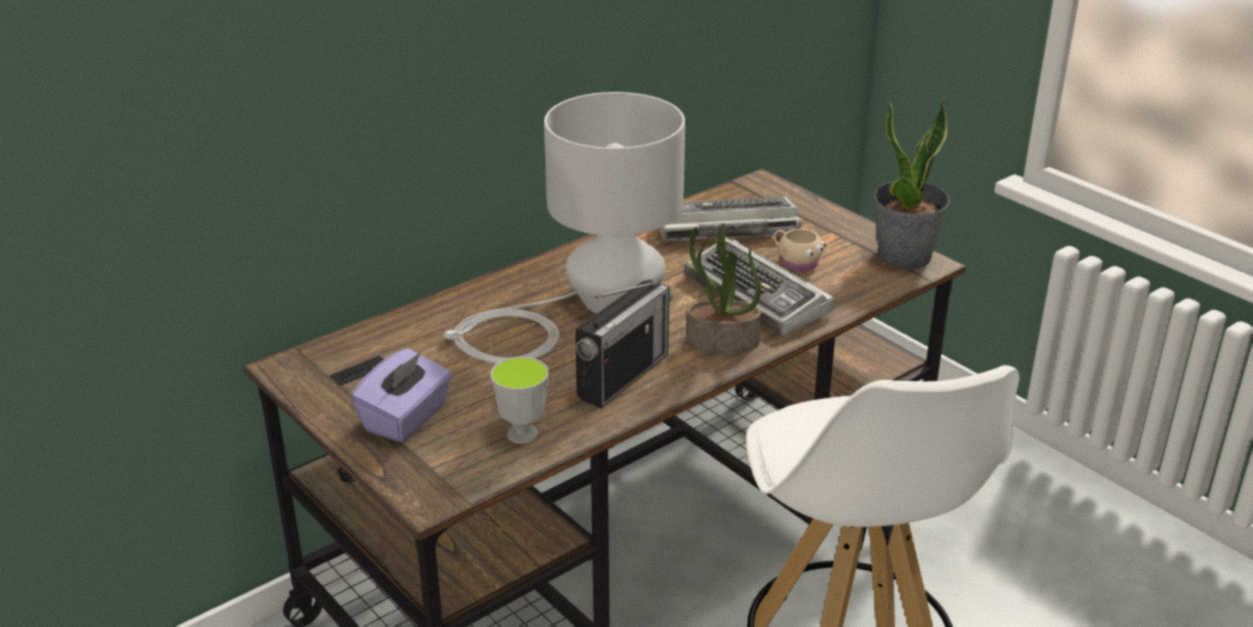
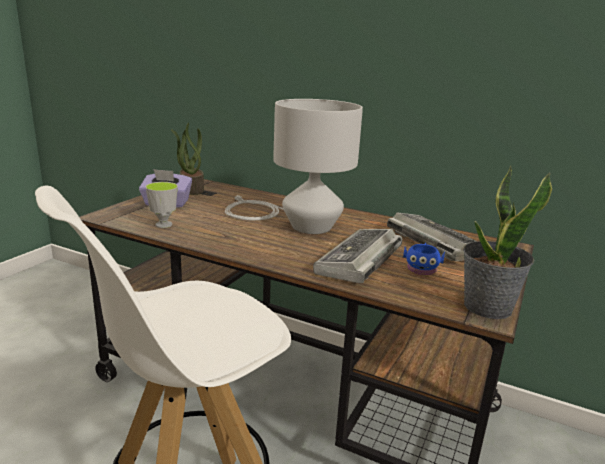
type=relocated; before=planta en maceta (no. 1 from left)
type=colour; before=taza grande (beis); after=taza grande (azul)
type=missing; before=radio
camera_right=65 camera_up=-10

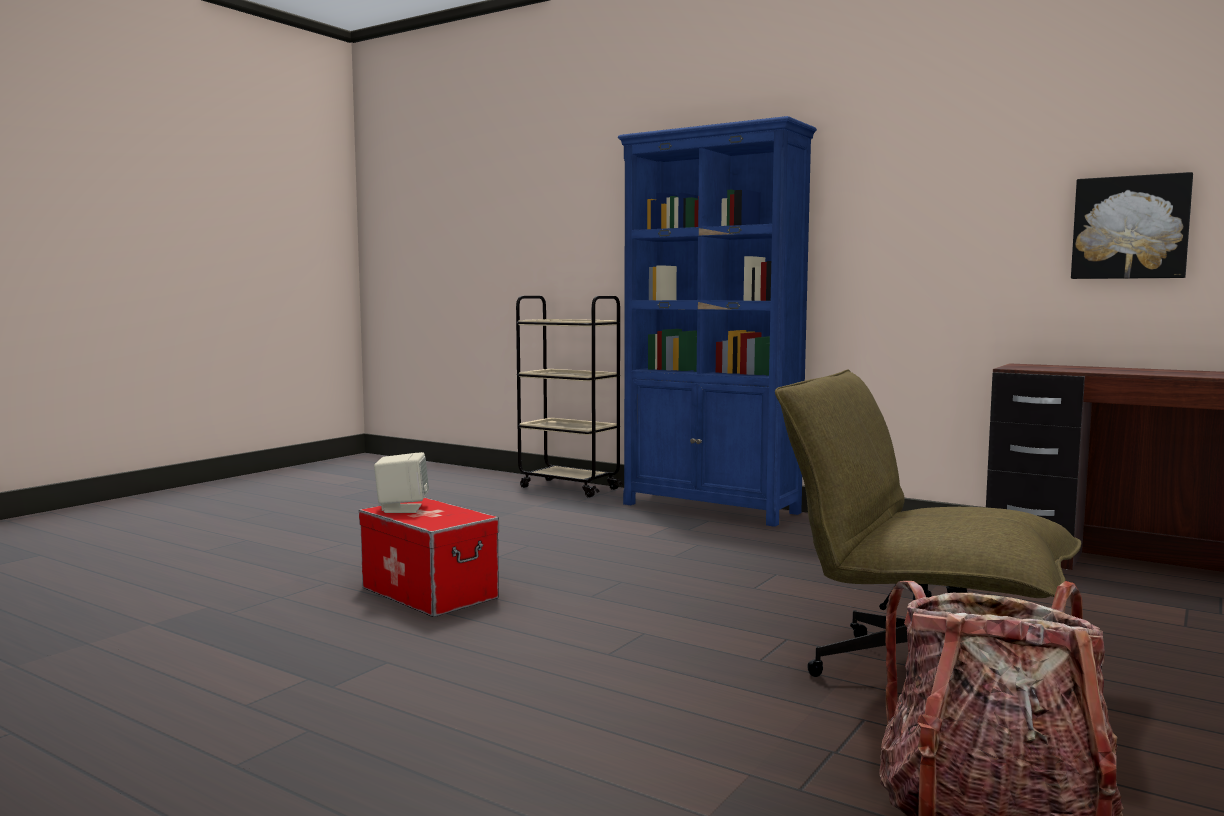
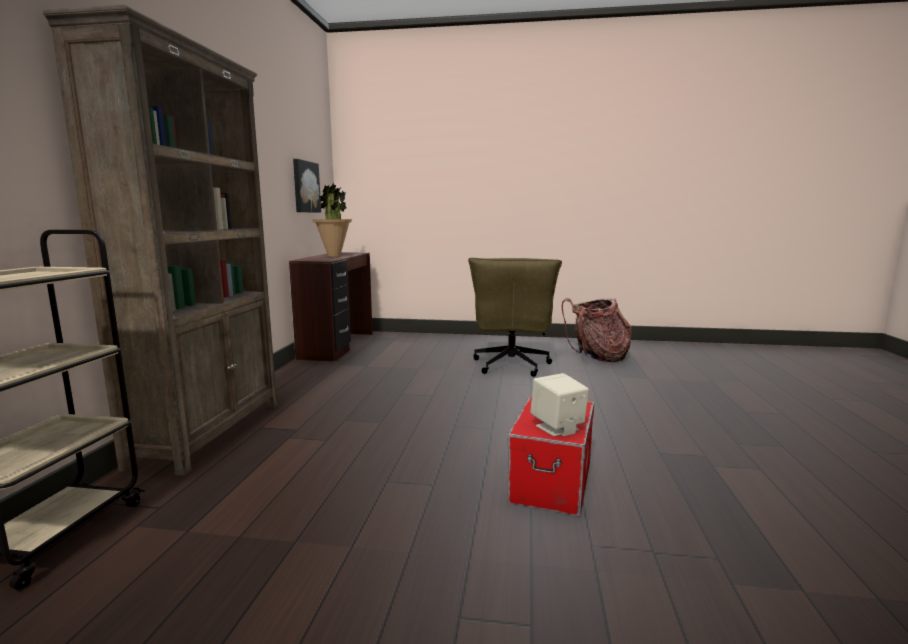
type=colour; before=estantería (azul); after=estantería (marrón)
type=appeared; after=planta en maceta
camera_right=-115 camera_up=5

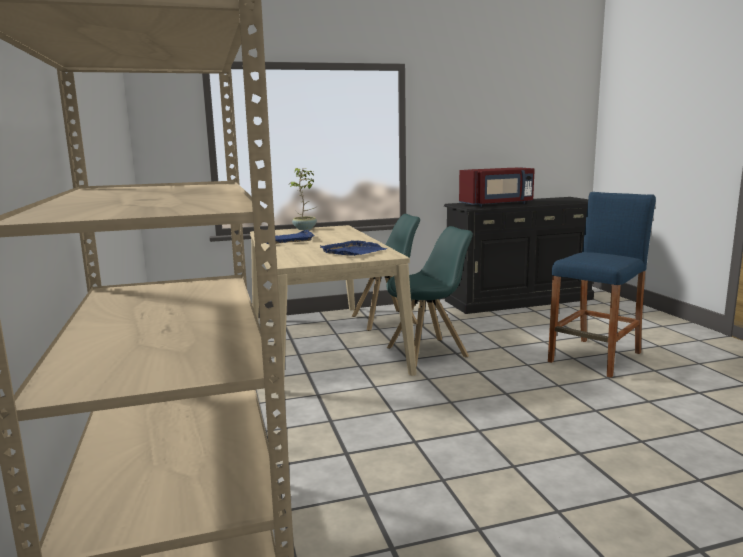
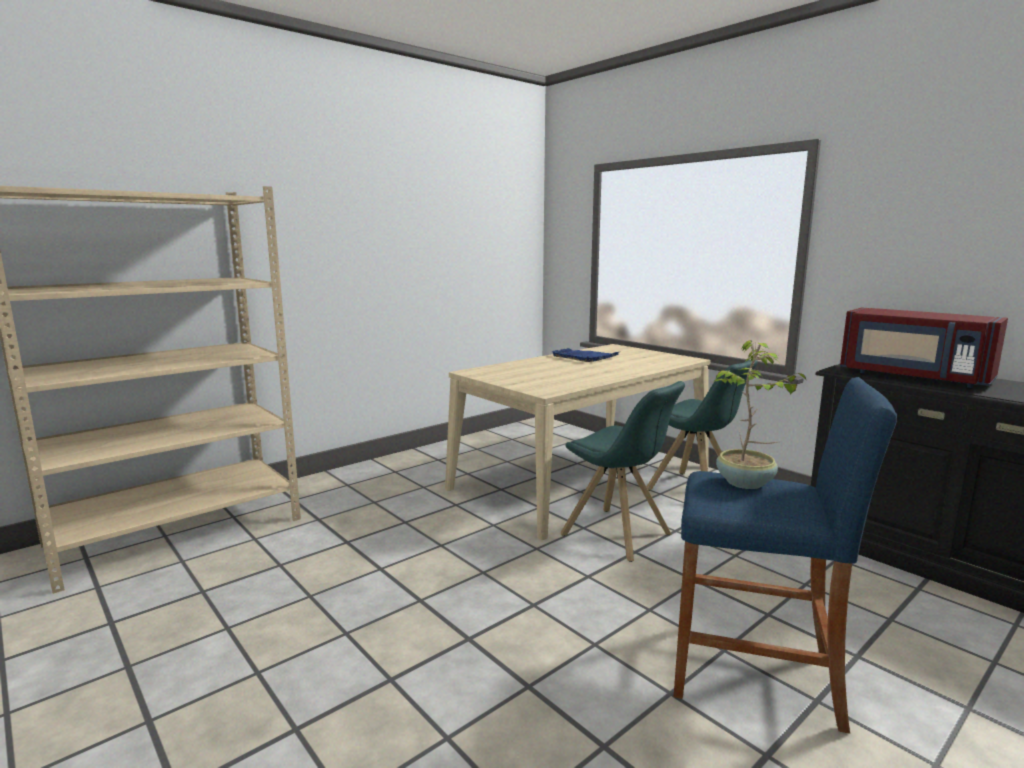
type=relocated; before=planta en maceta
type=missing; before=bandeja (azul) (no. 2 from left)
camera_right=65 camera_up=0

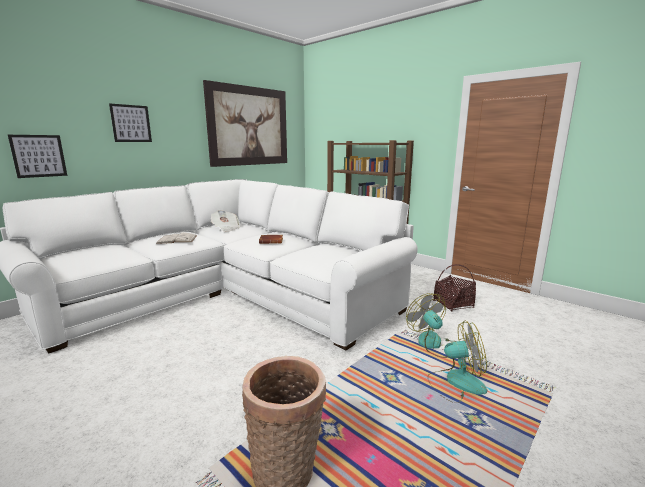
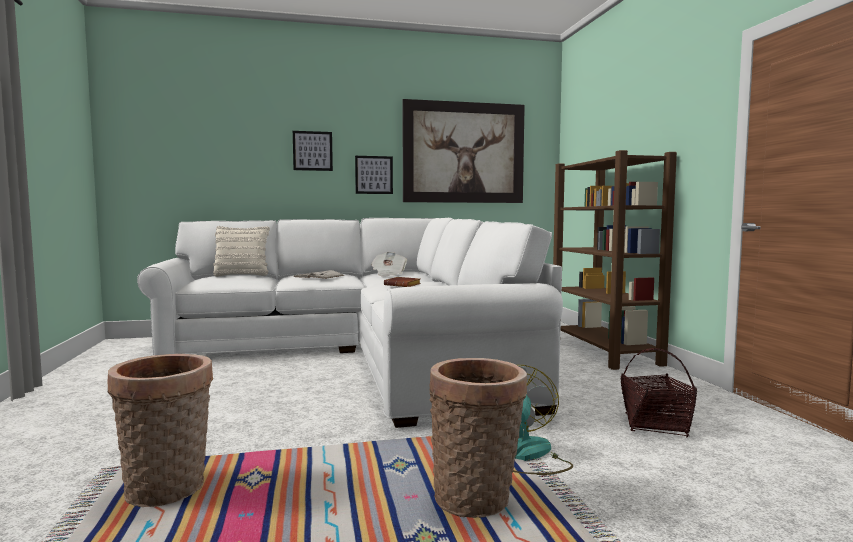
type=appeared; after=cojín (beis)
type=relocated; before=cuadro (no. 1 from left in the first image); after=cuadro (no. 2 from left)
type=exchanged; before=ventilador (no. 2 from left); after=cesta (no. 2 from left)
camera_right=35 camera_up=-10

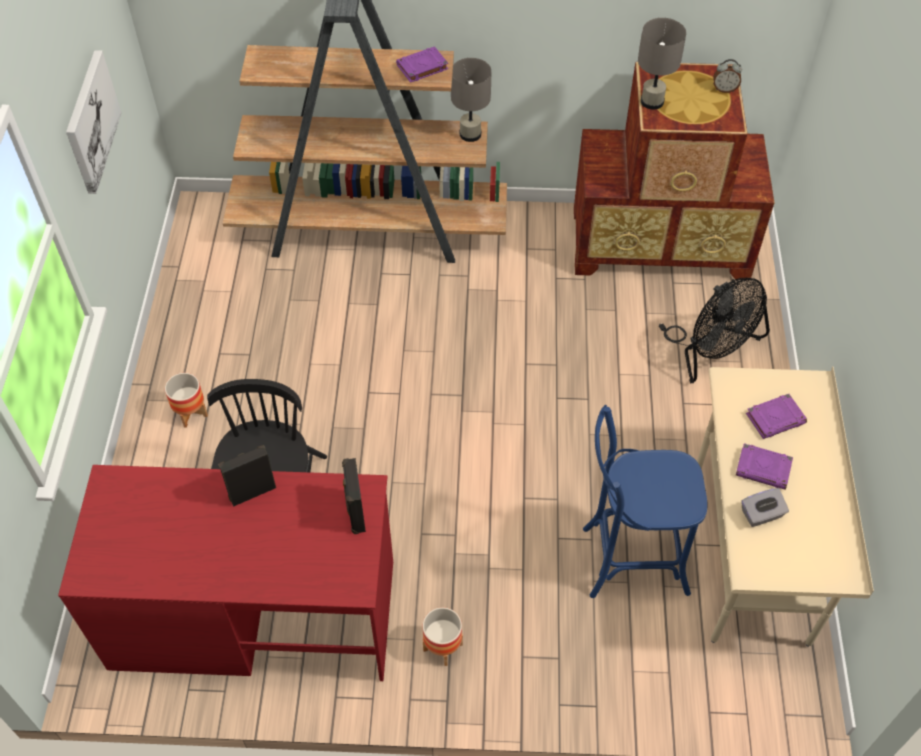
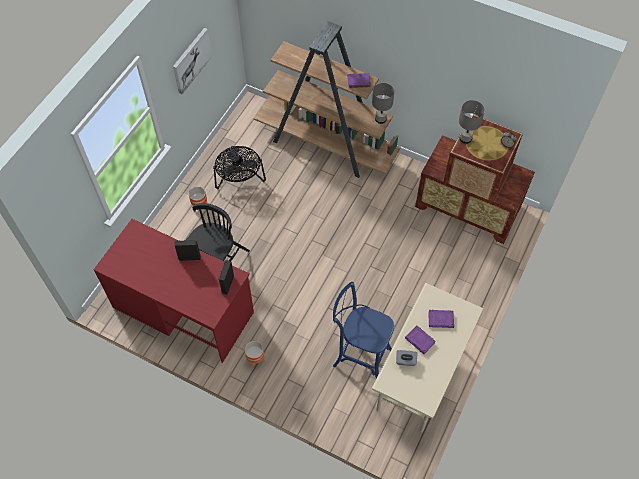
type=relocated; before=ventilador (negro)
camera_right=25 camera_up=5

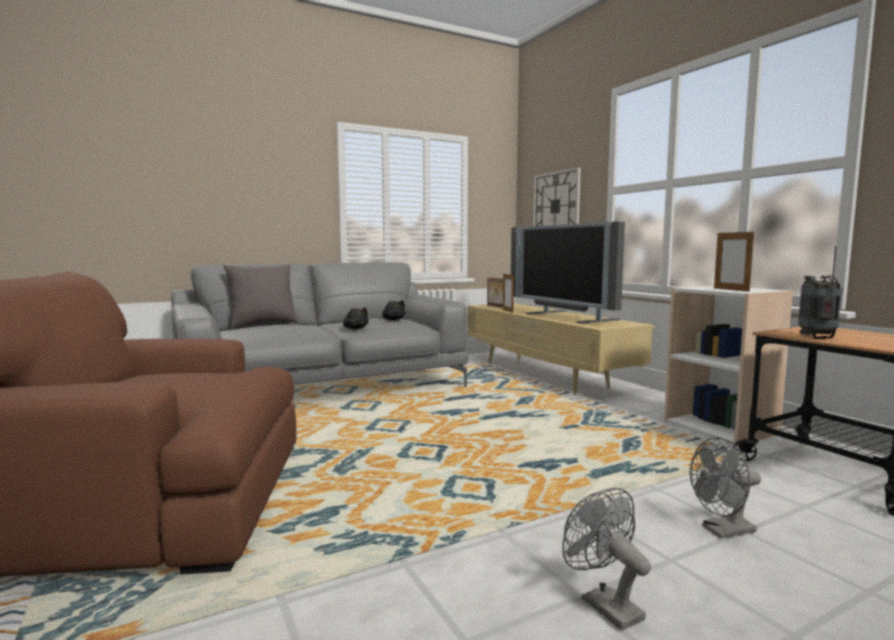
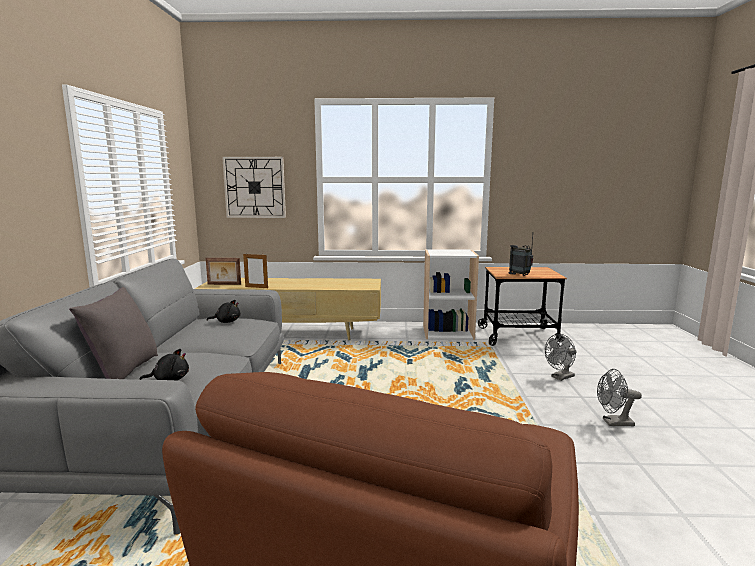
type=relocated; before=peluche (negro) (no. 1 from left)
type=spun; before=ventilador (gris) (no. 2 from left in the first image); turn=45
type=missing; before=televisor
type=missing; before=portarretratos (no. 3 from left)
camera_right=-60 camera_up=5

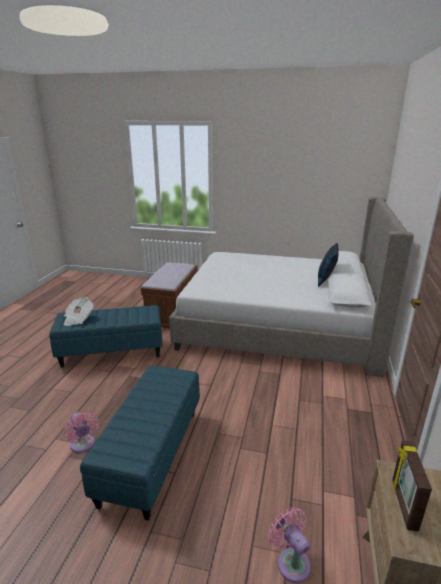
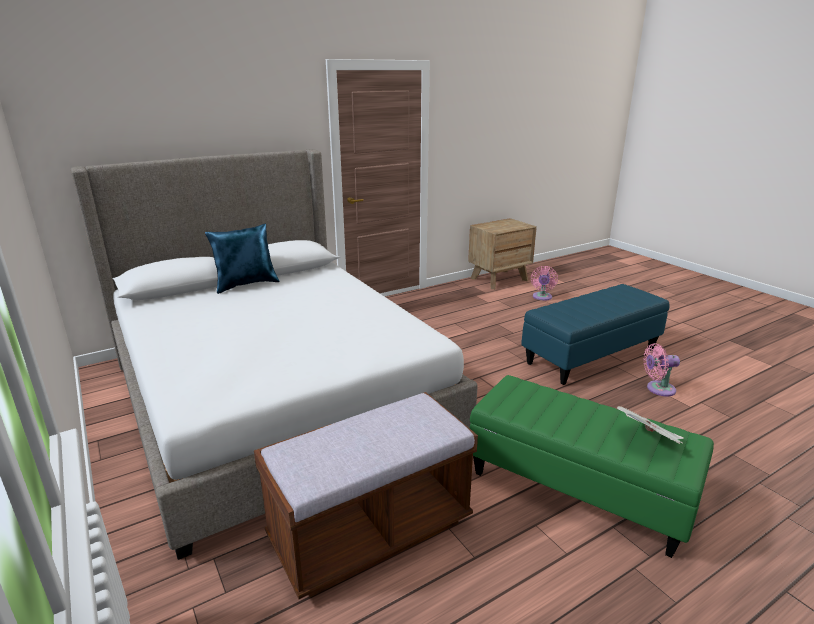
type=colour; before=puf (azul) (no. 1 from left); after=puf (verde)
type=spun; before=ventilador (rosa) (no. 1 from left in the first image); turn=-105
type=missing; before=portarretratos
camera_right=-135 camera_up=0

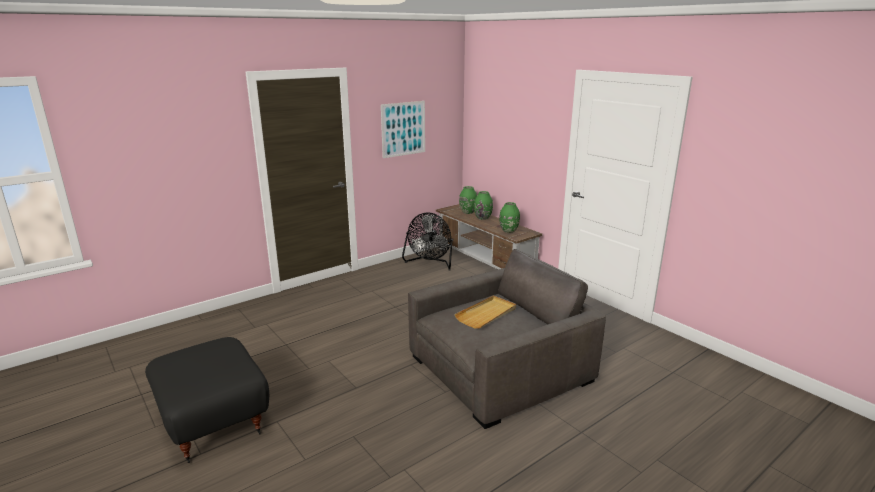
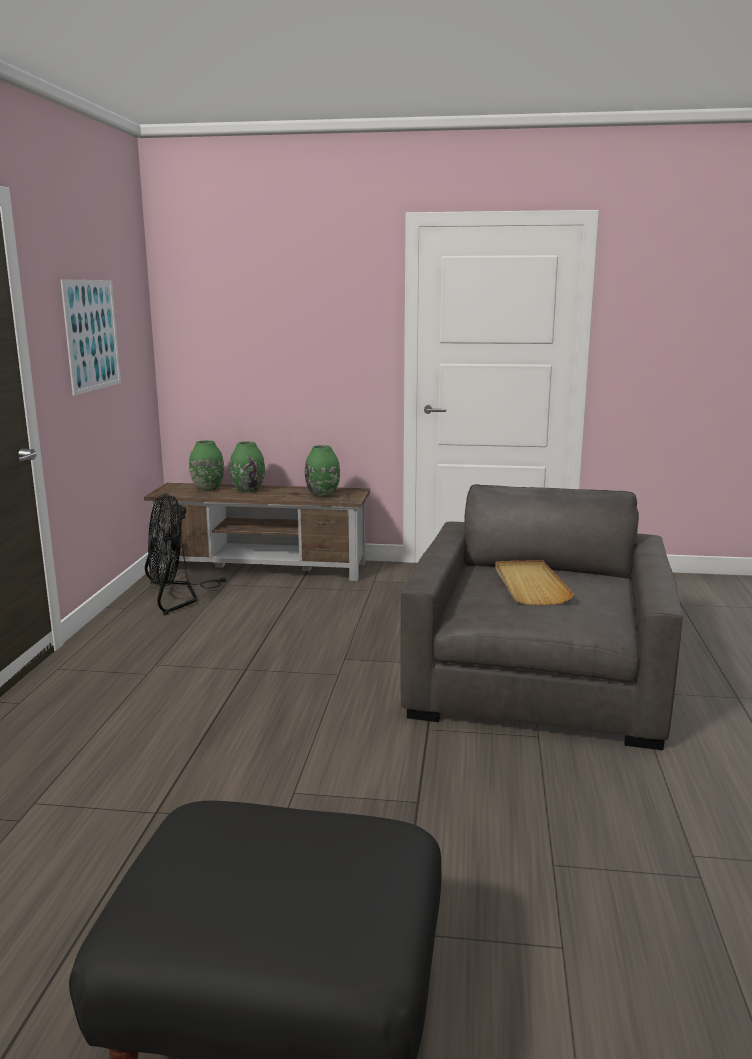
type=spun; before=ventilador (negro); turn=90
camera_right=-45 camera_up=-5

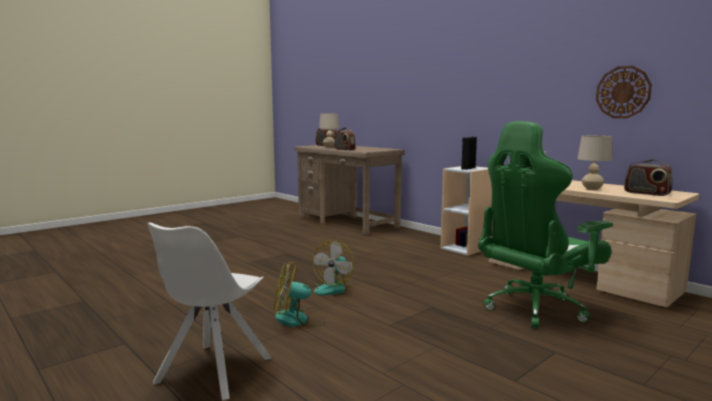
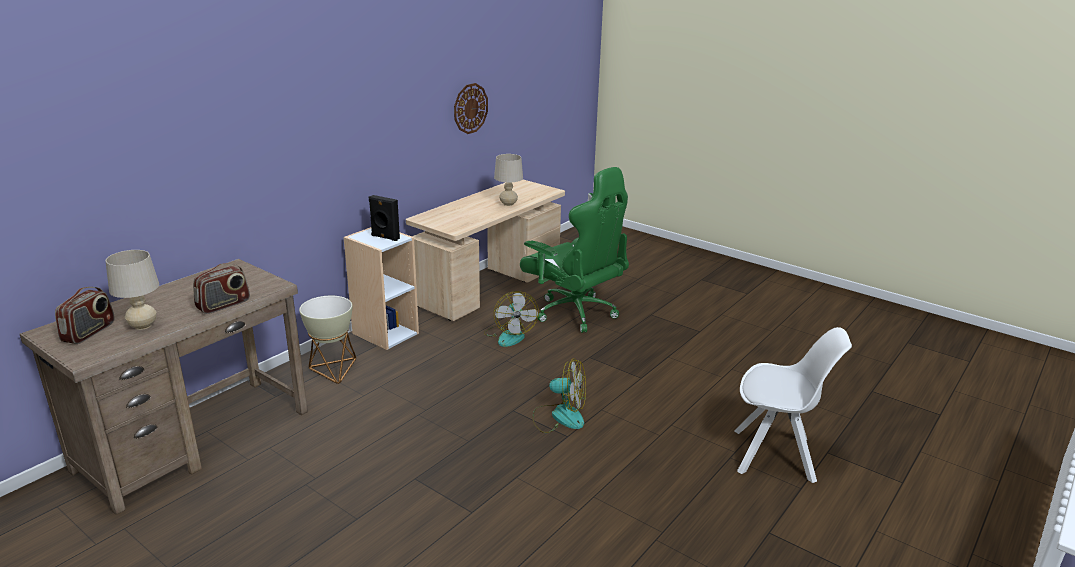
type=appeared; after=maceta
type=relocated; before=ventilador (no. 1 from left)
type=missing; before=radio (no. 3 from left)
camera_right=-100 camera_up=15

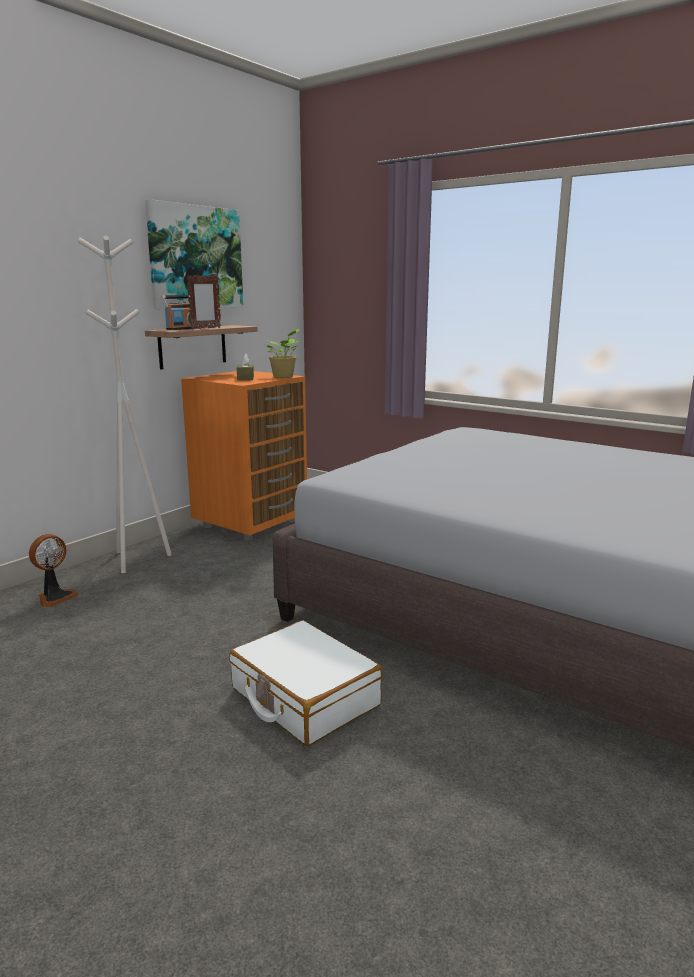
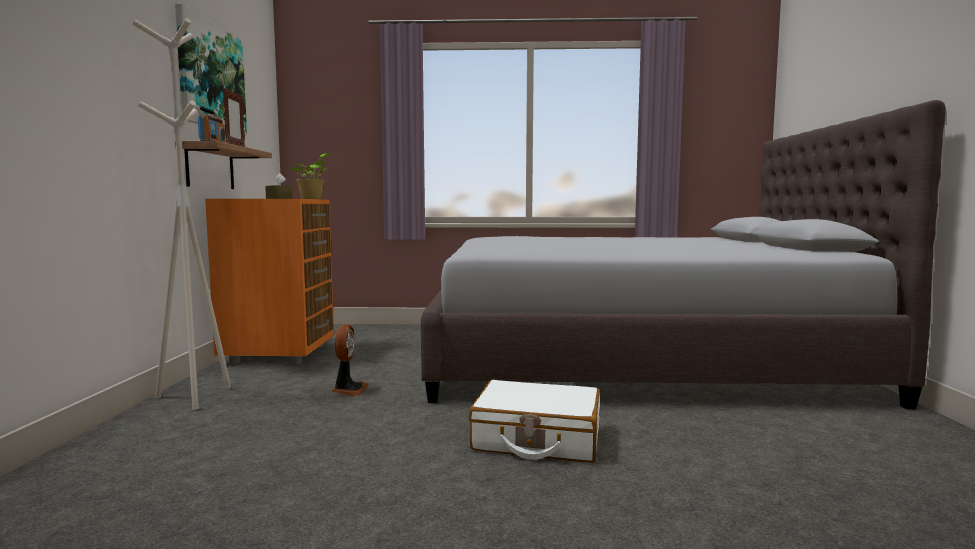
type=relocated; before=ventilador
camera_right=-35 camera_up=-10

